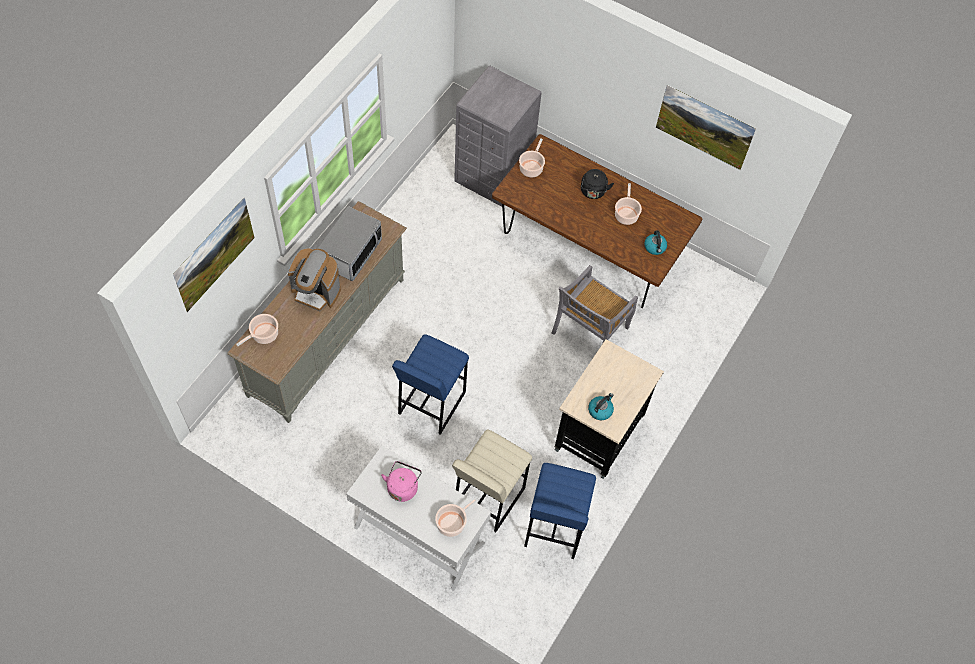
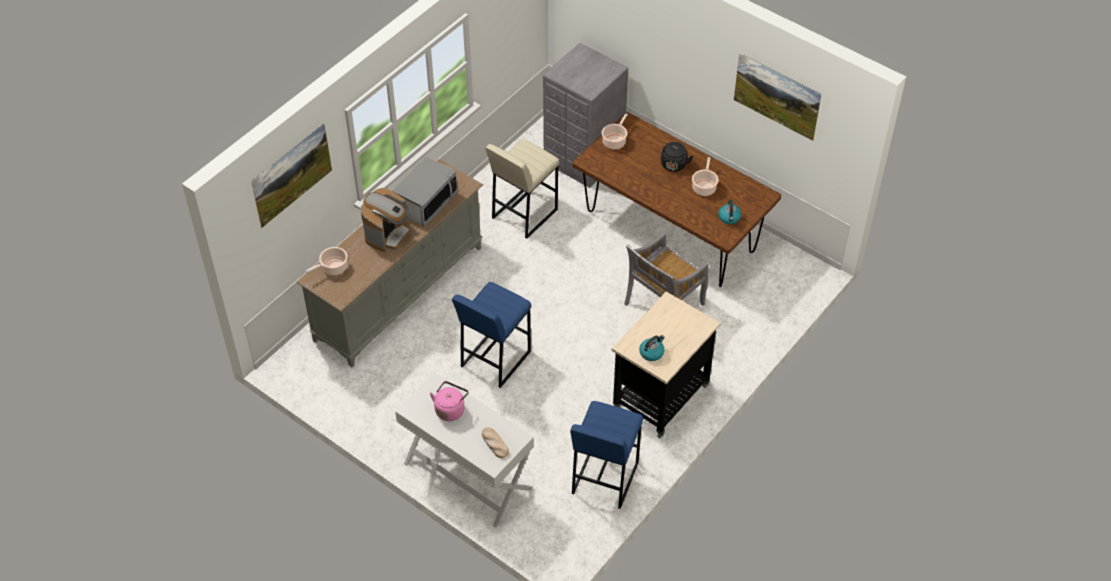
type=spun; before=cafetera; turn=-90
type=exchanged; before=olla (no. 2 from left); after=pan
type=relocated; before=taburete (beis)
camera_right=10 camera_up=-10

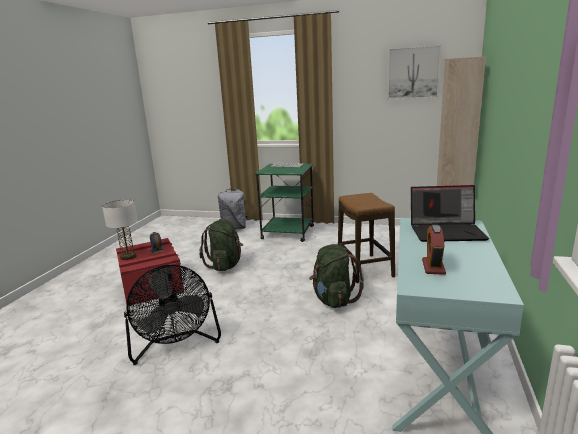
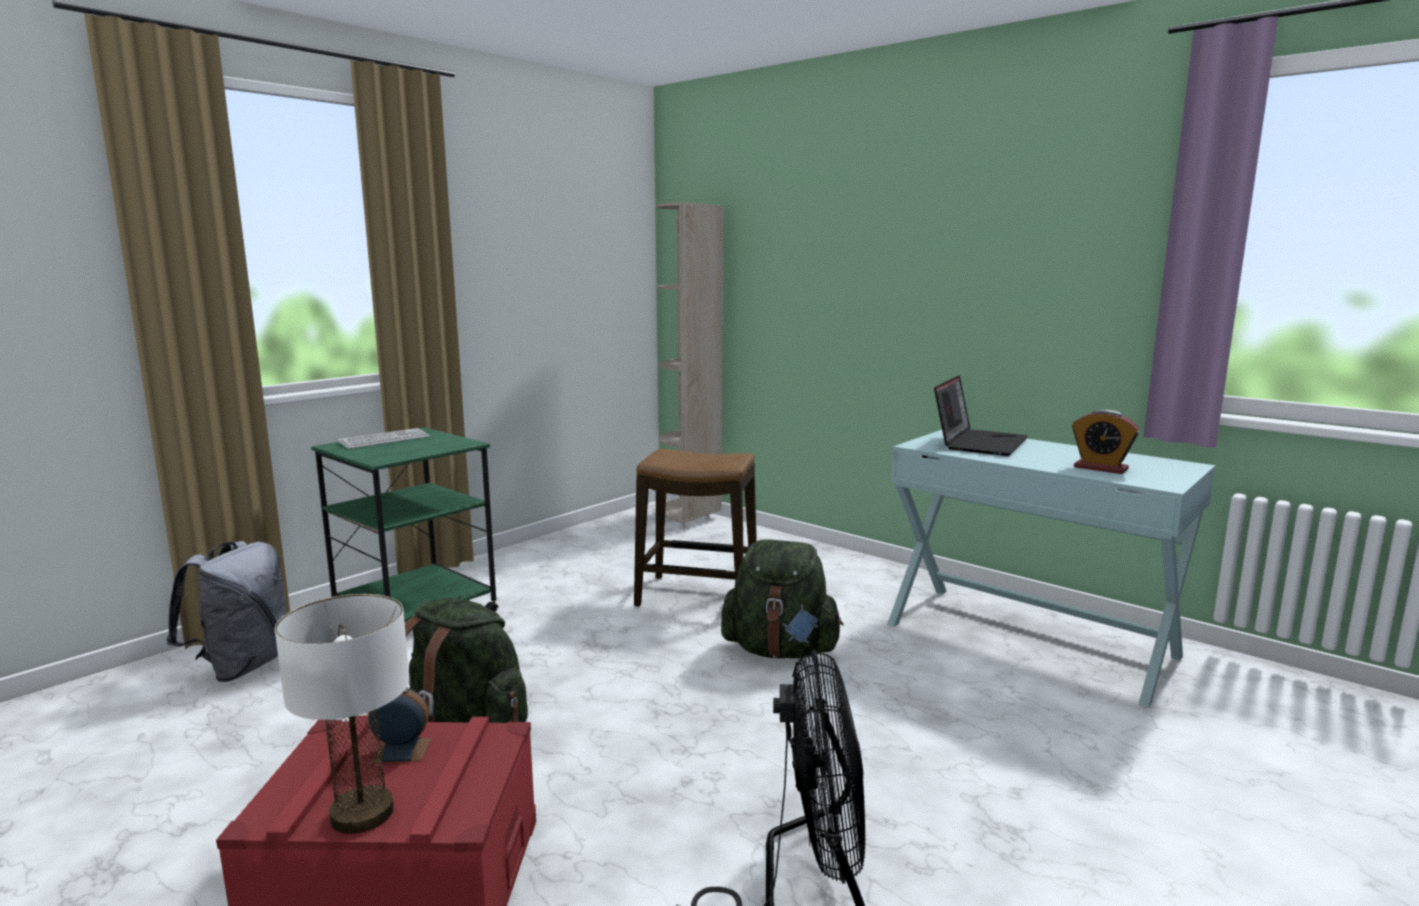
type=missing; before=cuadro
camera_right=-65 camera_up=-5

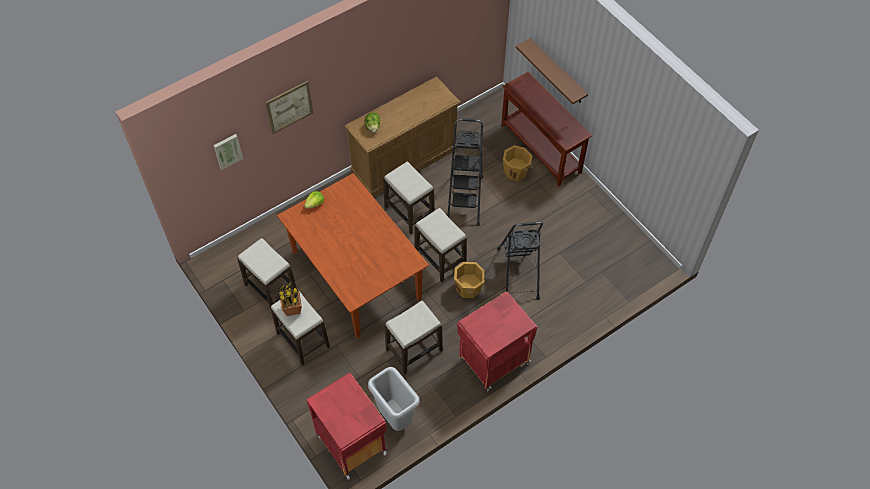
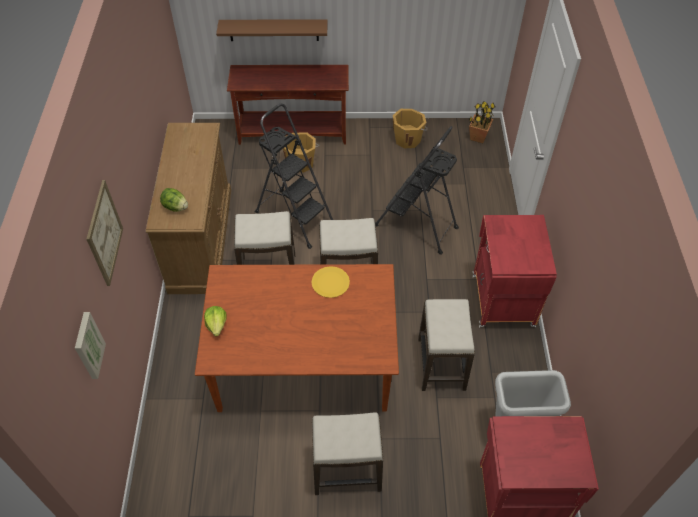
type=appeared; after=plato (amarillo)
type=relocated; before=cubo (naranja) (no. 1 from left in the first image); after=cubo (naranja) (no. 2 from left)
type=relocated; before=planta en maceta
type=missing; before=taburete (no. 1 from left)
camera_right=-55 camera_up=-5

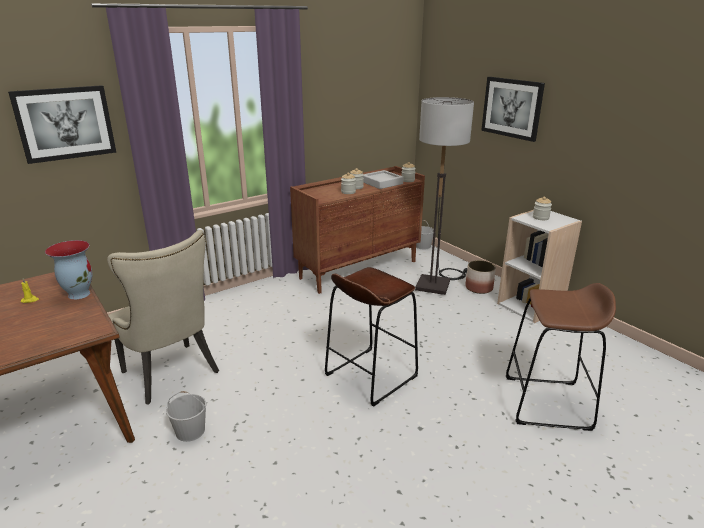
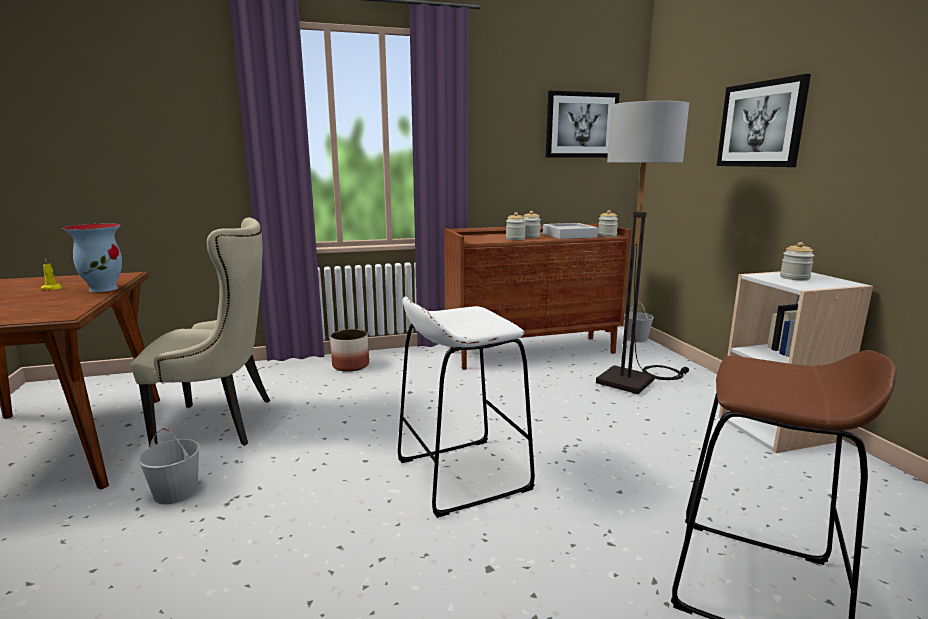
type=spun; before=silla (beis); turn=-75
type=relocated; before=maceta
type=colour; before=taburete (marrón) (no. 1 from left); after=taburete (blanco)
type=relocated; before=cuadro (no. 1 from left)
camera_right=20 camera_up=-10

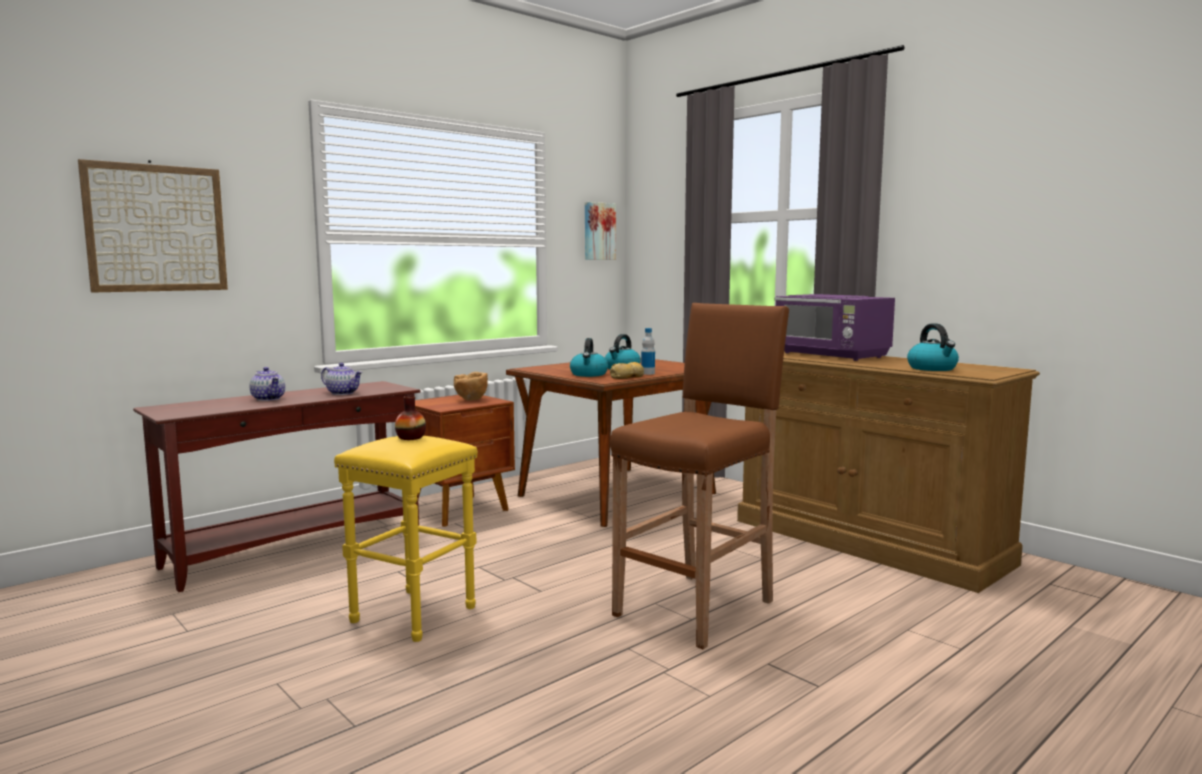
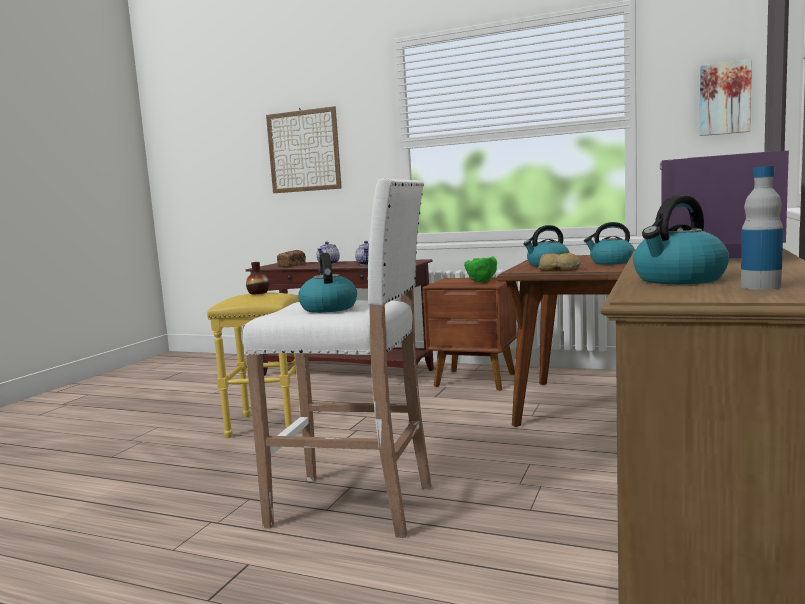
type=colour; before=taburete (marrón); after=taburete (blanco)
type=appeared; after=pan (no. 1 from left)
type=appeared; after=hervidor (no. 1 from left)
type=colour; before=cuenco (marrón); after=cuenco (verde)
type=relocated; before=botella
camera_right=65 camera_up=0

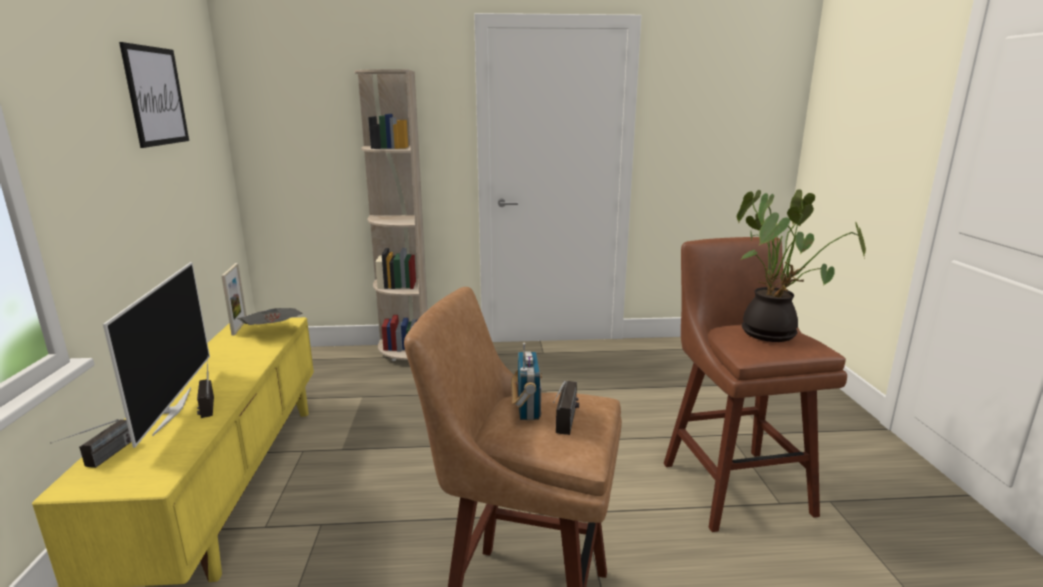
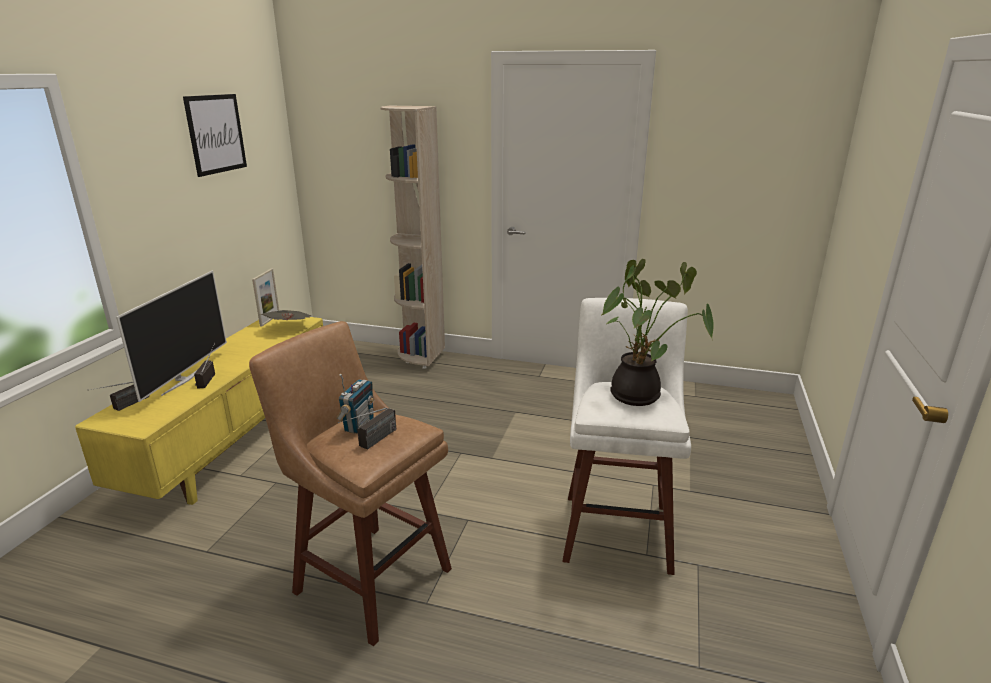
type=colour; before=taburete (marrón) (no. 2 from left); after=taburete (blanco)
camera_right=20 camera_up=5

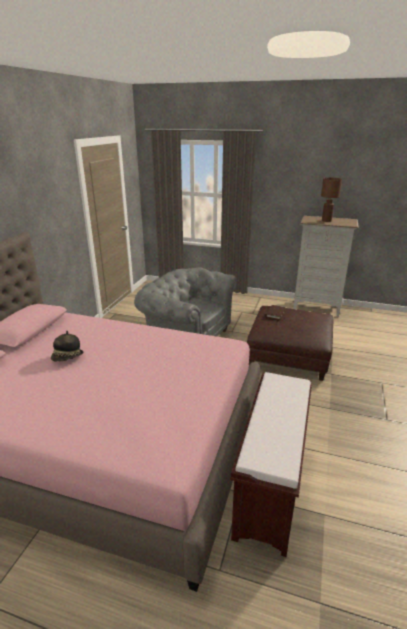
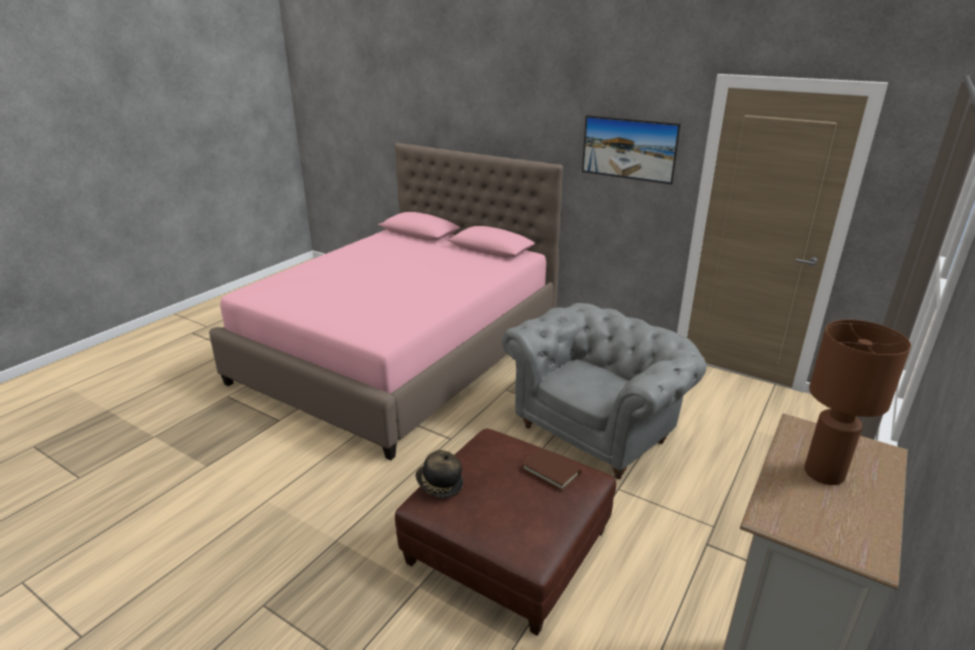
type=relocated; before=sombrero
type=appeared; after=cuadro
type=missing; before=banco (marrón)
camera_right=105 camera_up=0

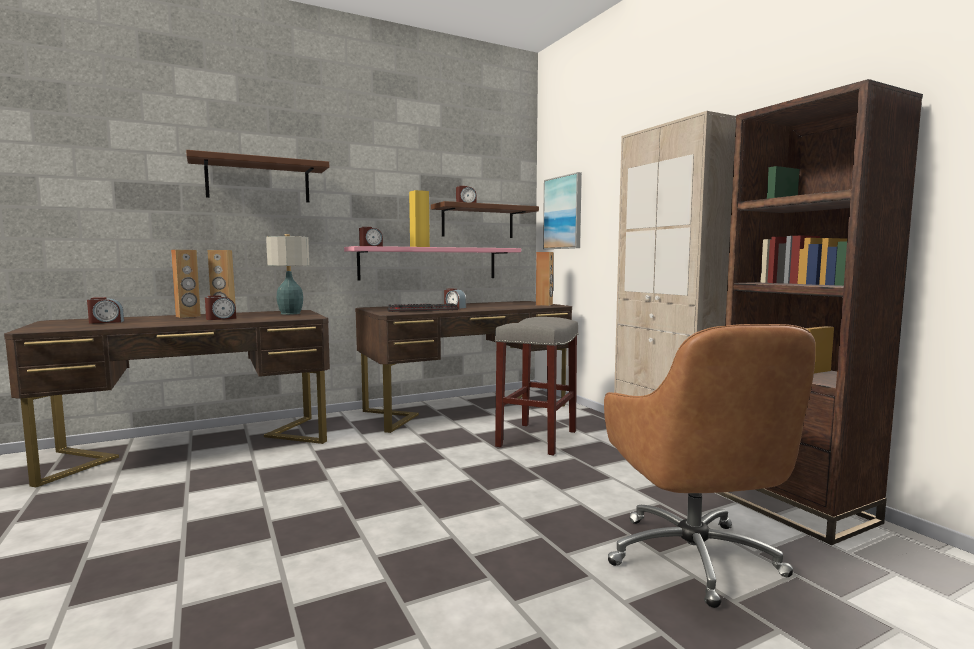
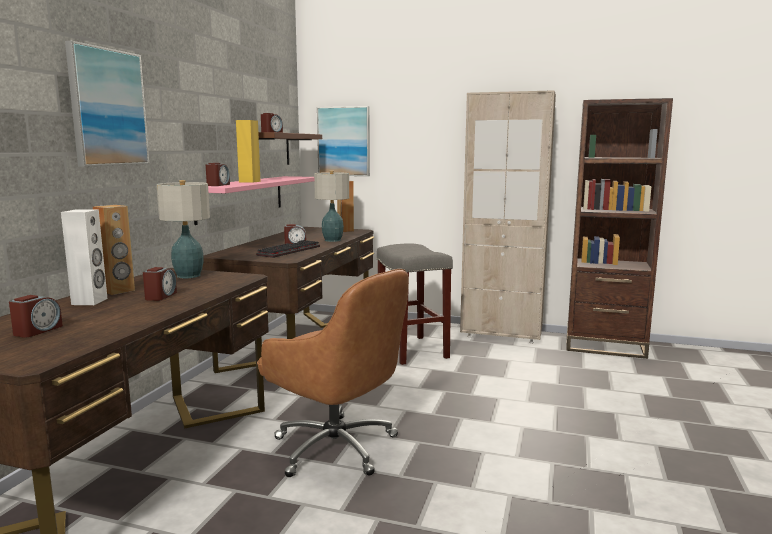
type=colour; before=altavoz (marrón) (no. 1 from left); after=altavoz (blanco)
type=exchanged; before=estante (marrón) (no. 1 from left); after=cuadro (no. 1 from left)
type=relocated; before=silla de oficina (marrón)
type=appeared; after=lámpara de mesa (no. 2 from left)
camera_right=-45 camera_up=5

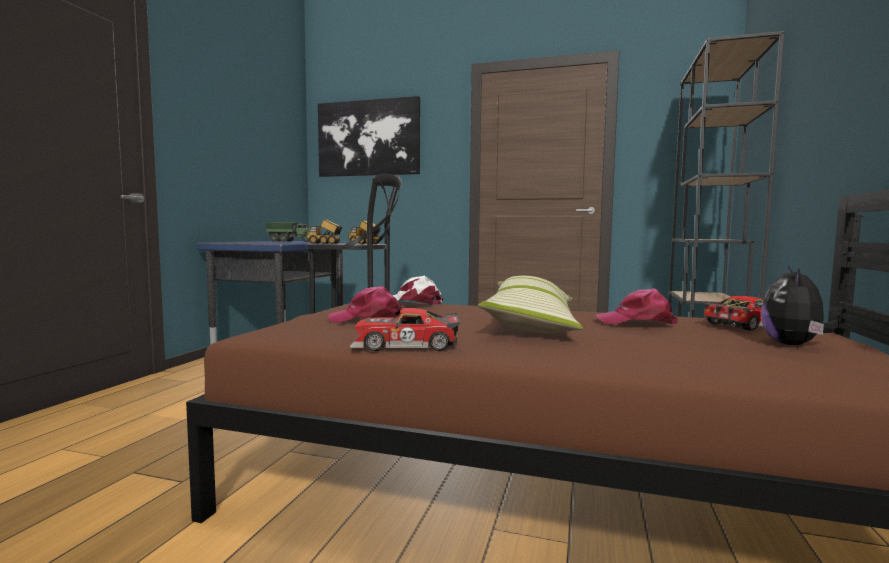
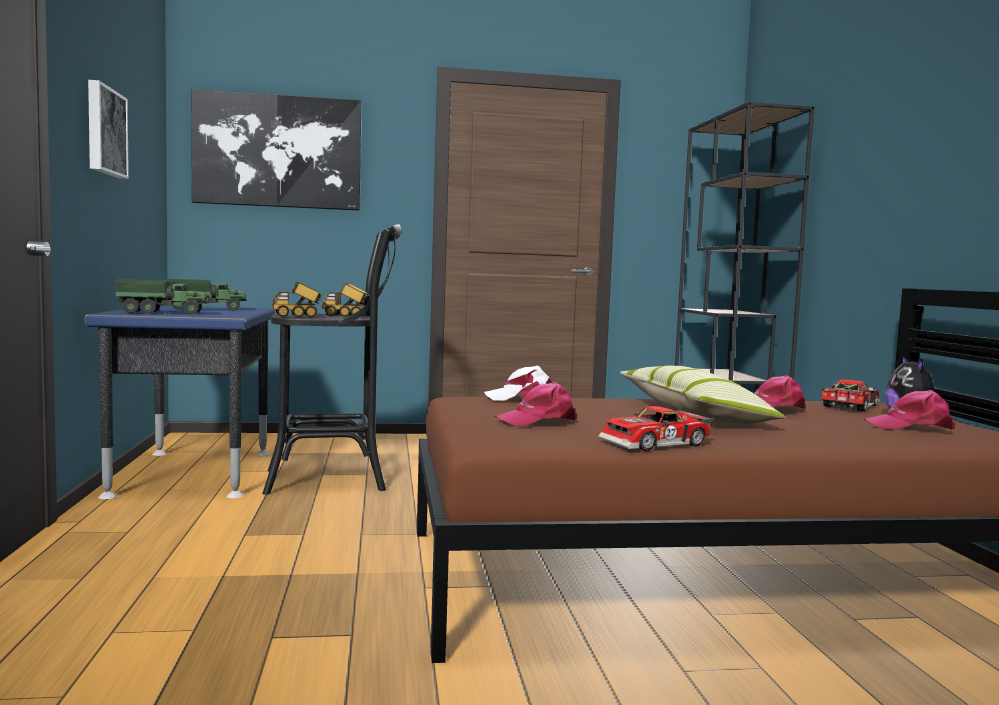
type=appeared; after=cuadro (no. 1 from left)
type=appeared; after=camión de juguete (no. 1 from left)
type=appeared; after=gorra (rosa) (no. 3 from left)
camera_right=-25 camera_up=0

